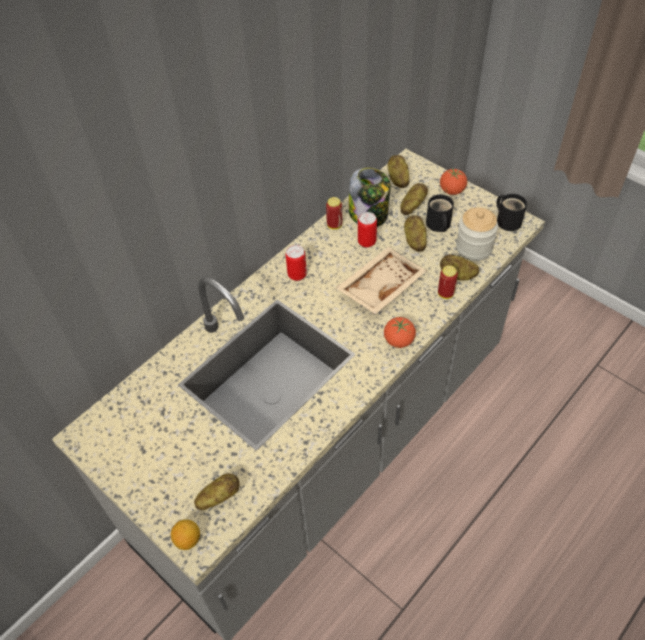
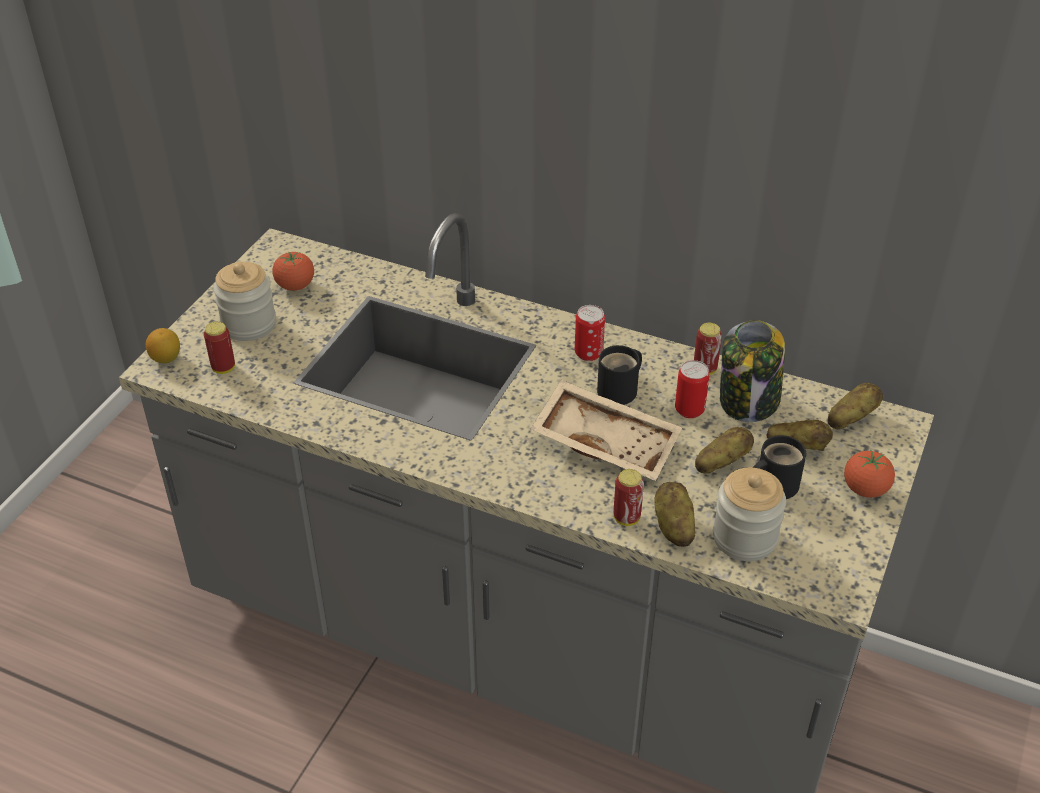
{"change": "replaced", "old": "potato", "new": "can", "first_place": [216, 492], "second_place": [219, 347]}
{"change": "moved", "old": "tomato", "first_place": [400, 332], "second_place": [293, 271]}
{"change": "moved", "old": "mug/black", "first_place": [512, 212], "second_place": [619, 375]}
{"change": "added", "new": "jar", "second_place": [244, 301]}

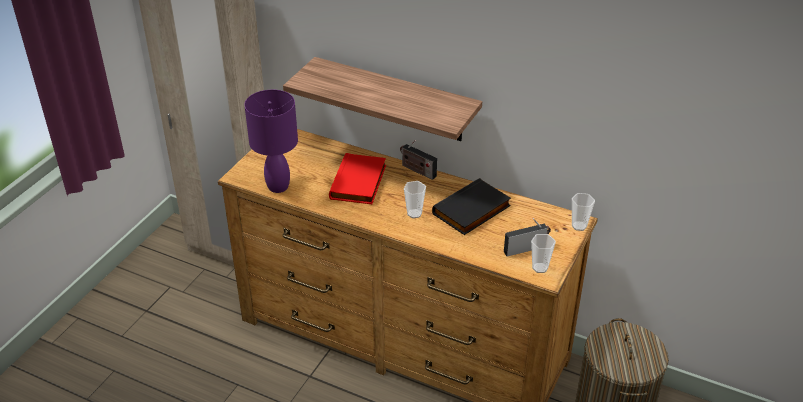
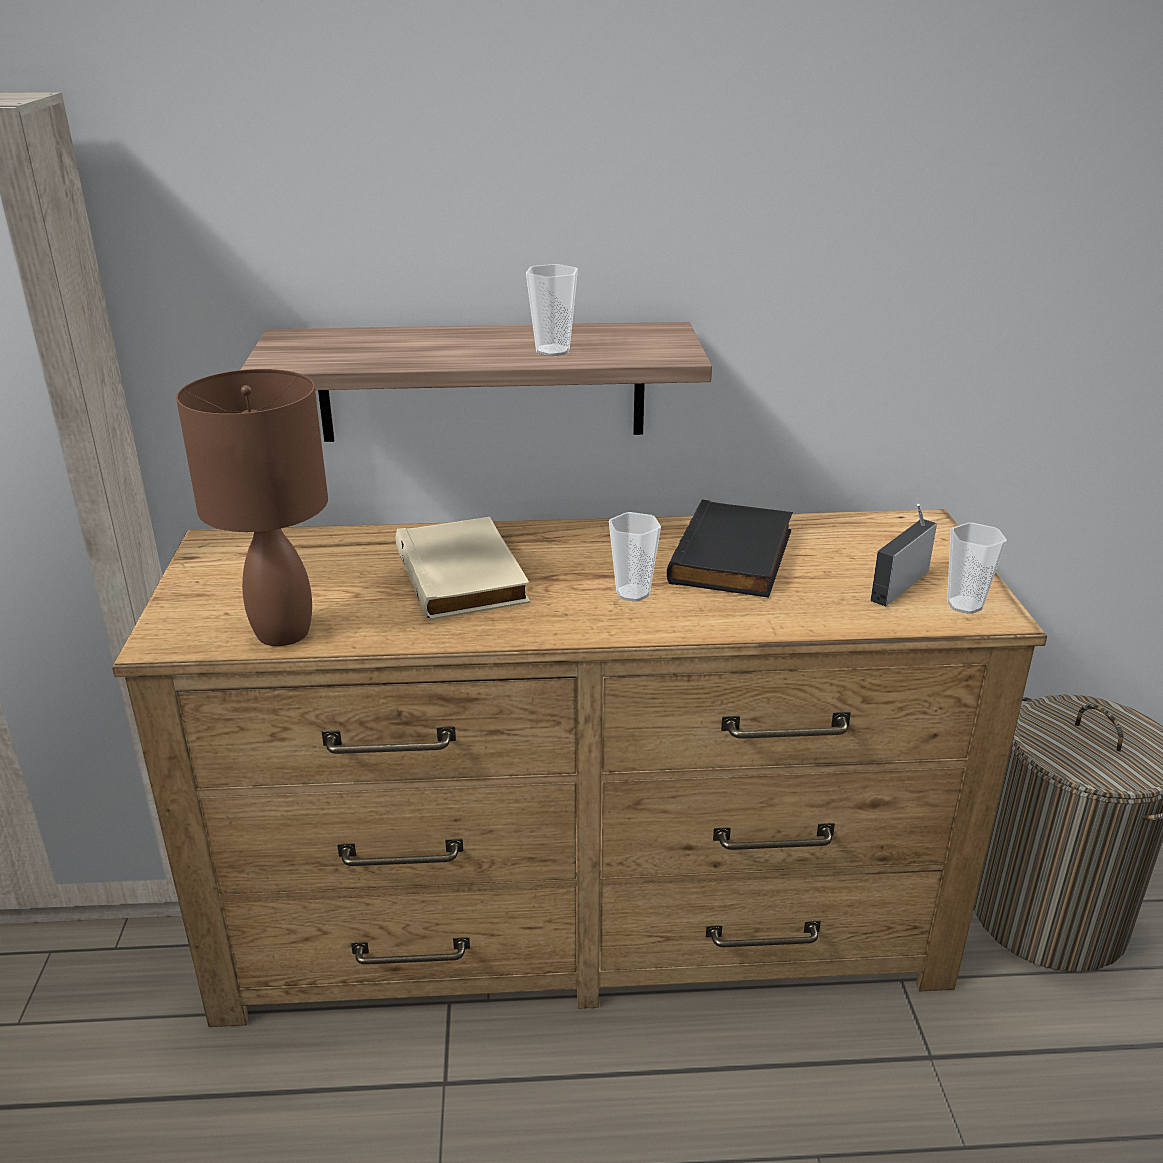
{"change": "recoloured", "old": "table lamp/purple", "new": "table lamp/brown", "first_place": [271, 141], "second_place": [252, 507]}
{"change": "recoloured", "old": "book/red", "new": "book/beige", "first_place": [357, 178], "second_place": [462, 569]}
{"change": "removed", "old": "radio", "first_place": [418, 160]}
{"change": "moved", "old": "cup", "first_place": [583, 212], "second_place": [552, 310]}

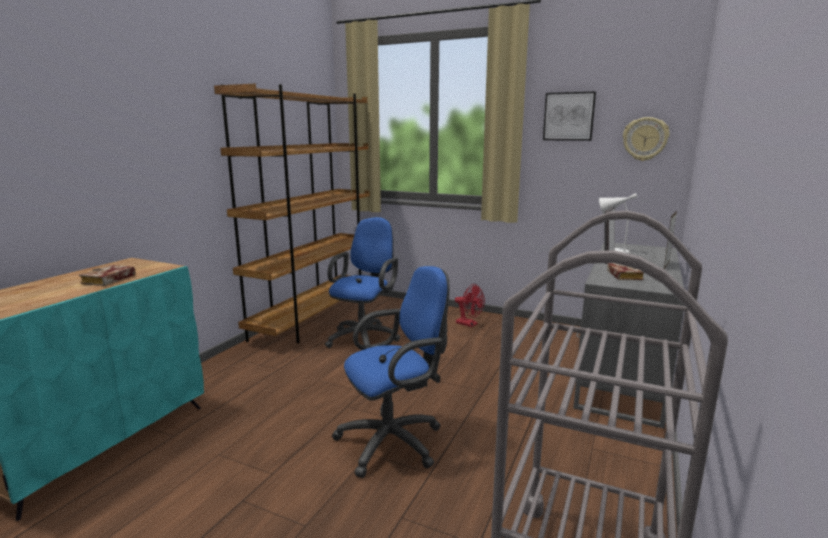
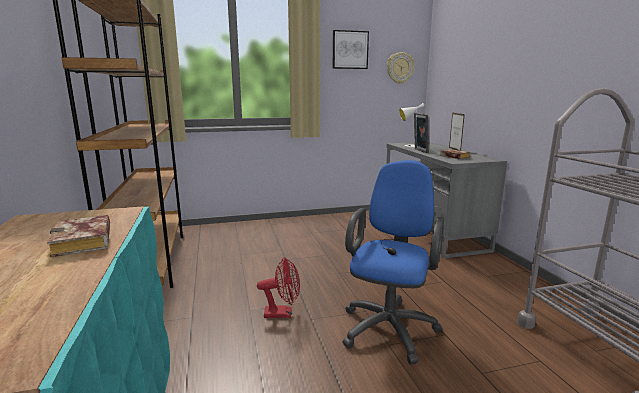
{"change": "removed", "old": "office chair/blue", "first_place": [362, 282]}
{"change": "moved", "old": "fan/red", "first_place": [470, 305], "second_place": [278, 287]}

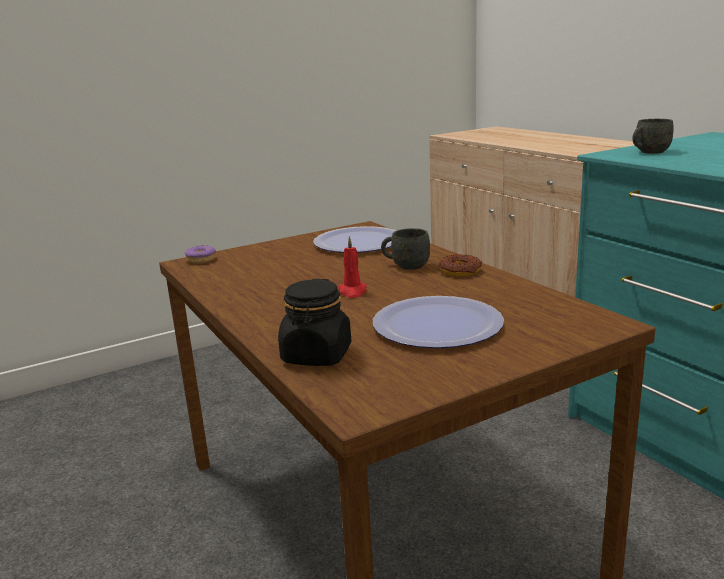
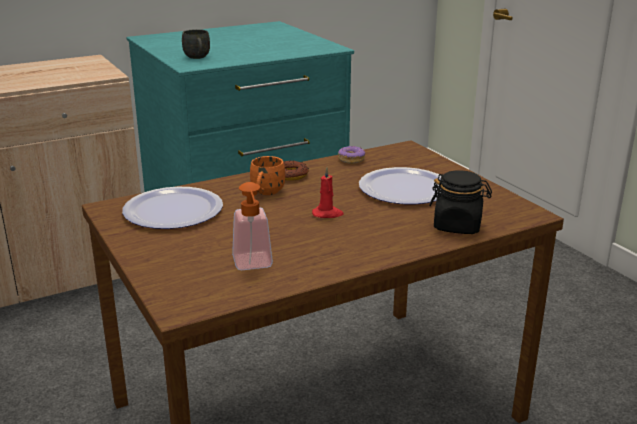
{"change": "moved", "old": "donut", "first_place": [200, 254], "second_place": [351, 155]}
{"change": "recoloured", "old": "mug/grey", "new": "mug/orange", "first_place": [405, 249], "second_place": [267, 175]}
{"change": "added", "new": "soap dispenser", "second_place": [252, 226]}

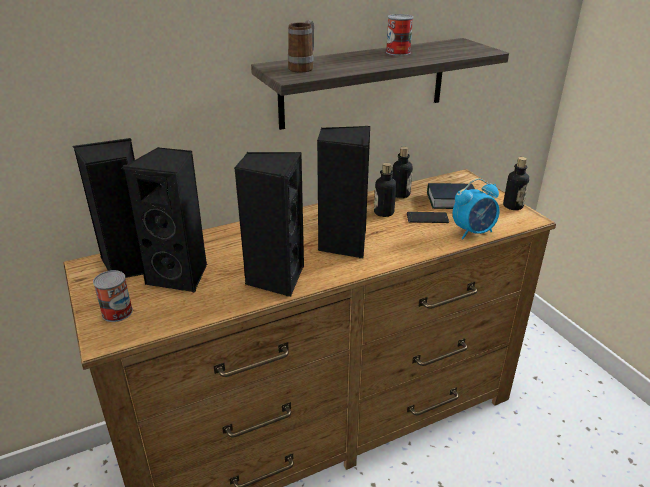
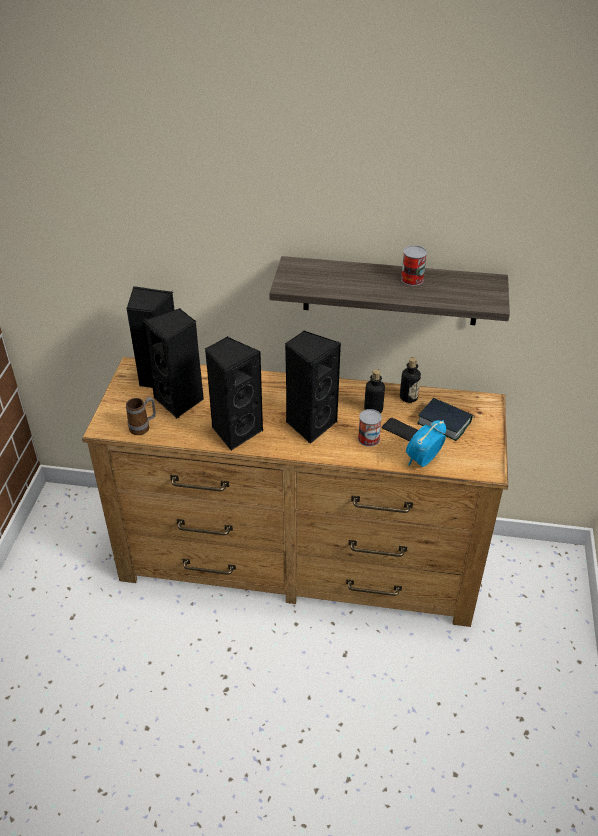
{"change": "moved", "old": "can", "first_place": [113, 296], "second_place": [370, 428]}
{"change": "moved", "old": "mug", "first_place": [301, 46], "second_place": [141, 416]}
{"change": "turned", "old": "alarm clock", "first_place": [476, 208], "second_place": [426, 443], "degrees": 120}
{"change": "removed", "old": "bottle", "first_place": [516, 183]}

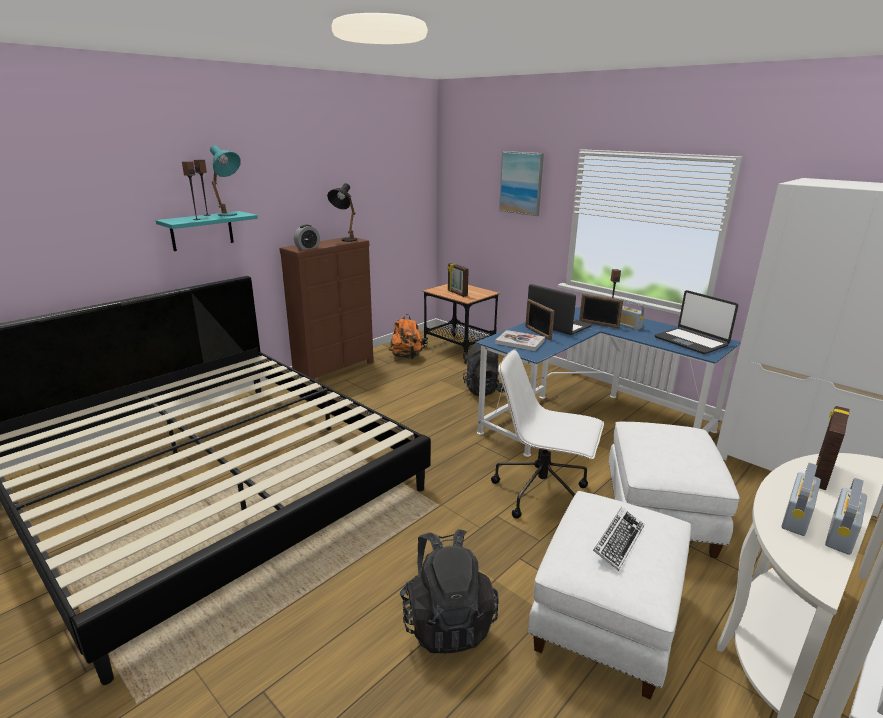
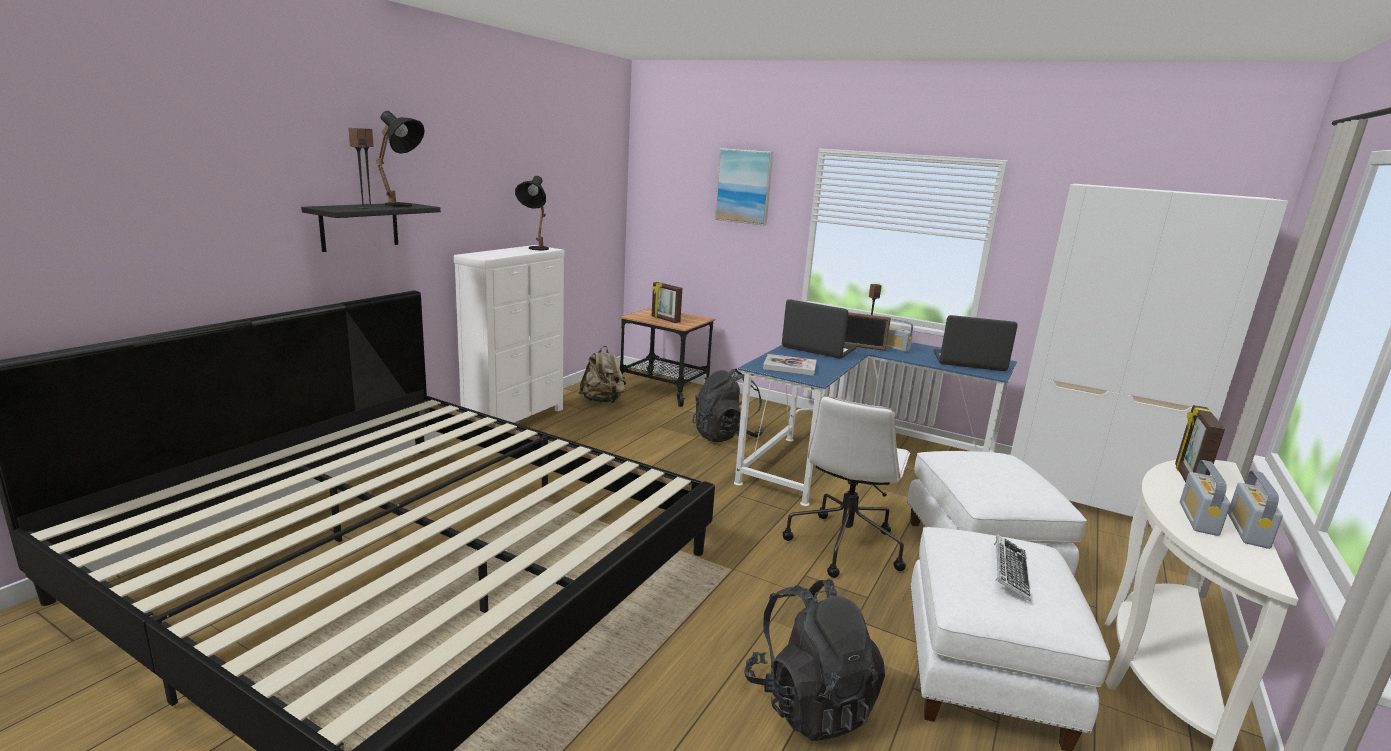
{"change": "recoloured", "old": "shelf/turquoise", "new": "shelf/black", "first_place": [207, 231], "second_place": [371, 227]}
{"change": "recoloured", "old": "table lamp/turquoise", "new": "table lamp/black", "first_place": [225, 180], "second_place": [400, 159]}
{"change": "recoloured", "old": "dresser/brown", "new": "dresser/white", "first_place": [327, 308], "second_place": [509, 334]}
{"change": "removed", "old": "alarm clock", "first_place": [307, 237]}
{"change": "recoloured", "old": "backpack/orange", "new": "backpack/beige", "first_place": [406, 336], "second_place": [602, 374]}
{"change": "turned", "old": "office chair/white", "first_place": [547, 434], "second_place": [846, 487], "degrees": -75}
{"change": "removed", "old": "picture frame", "first_place": [539, 319]}
{"change": "turned", "old": "laptop", "first_place": [696, 322], "second_place": [976, 343], "degrees": 150}

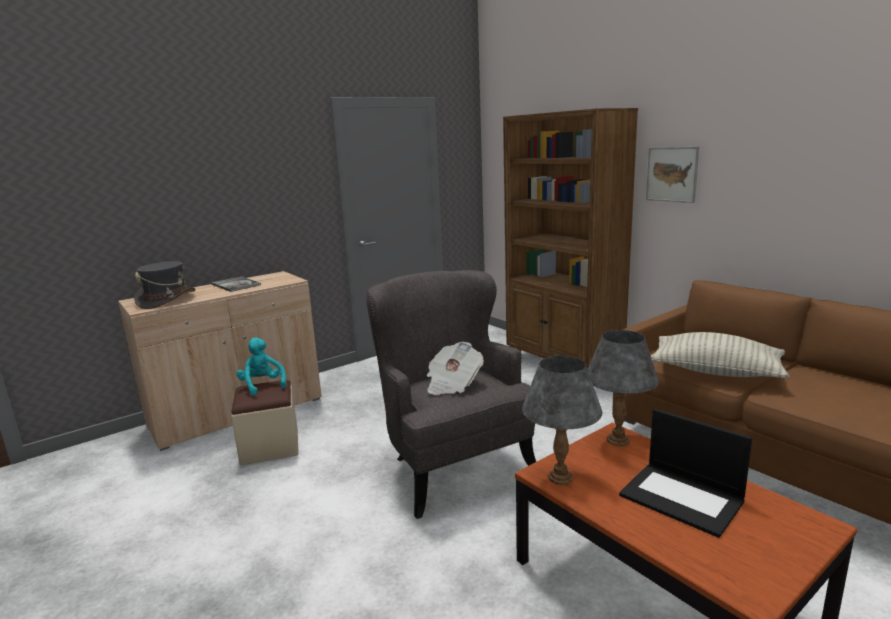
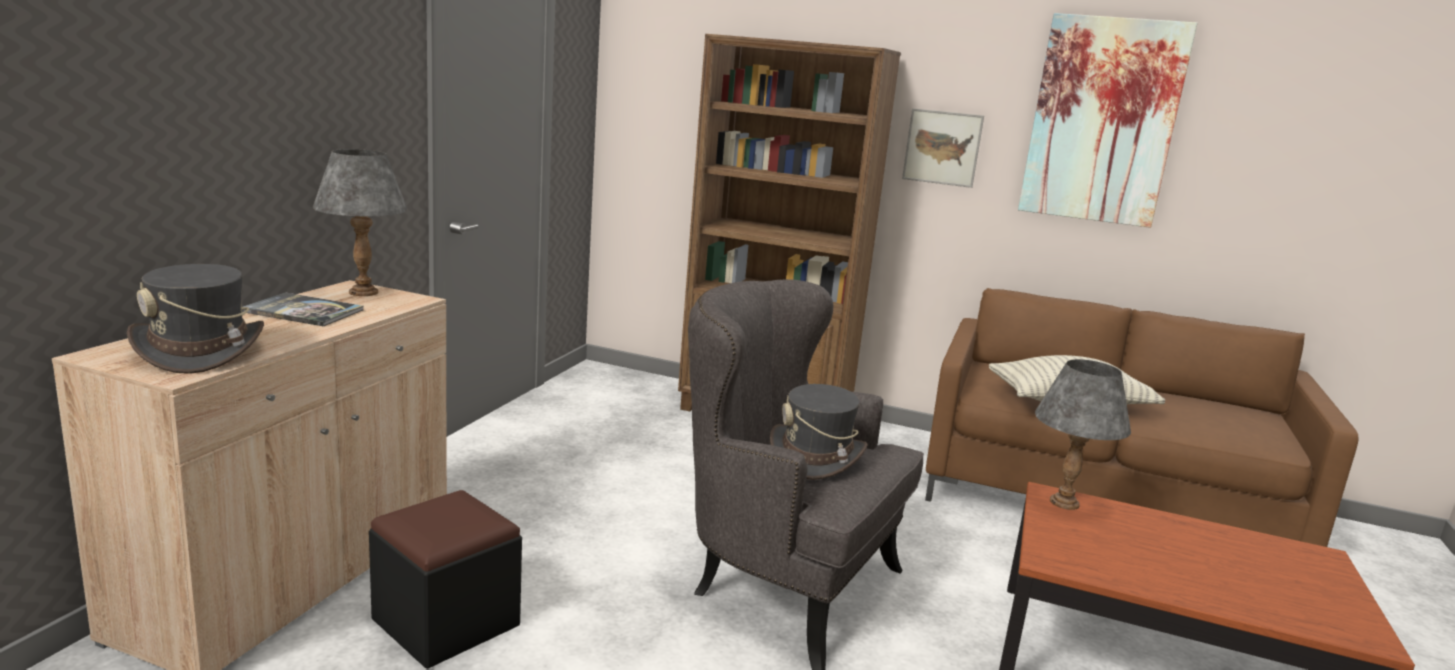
{"change": "recoloured", "old": "ottoman/beige", "new": "ottoman/black", "first_place": [265, 422], "second_place": [445, 579]}
{"change": "removed", "old": "plush toy/turquoise", "first_place": [261, 367]}
{"change": "replaced", "old": "newspaper", "new": "hat/grey", "first_place": [455, 368], "second_place": [819, 432]}
{"change": "moved", "old": "table lamp/grey", "first_place": [562, 420], "second_place": [360, 222]}
{"change": "removed", "old": "laptop", "first_place": [685, 473]}
{"change": "added", "new": "picture", "second_place": [1108, 120]}

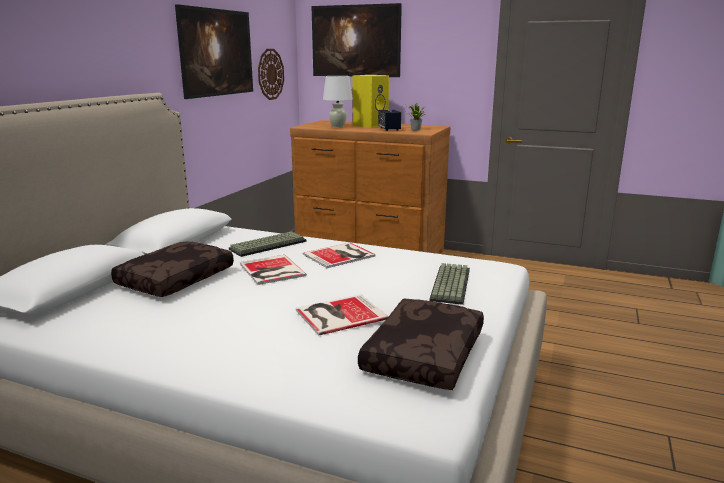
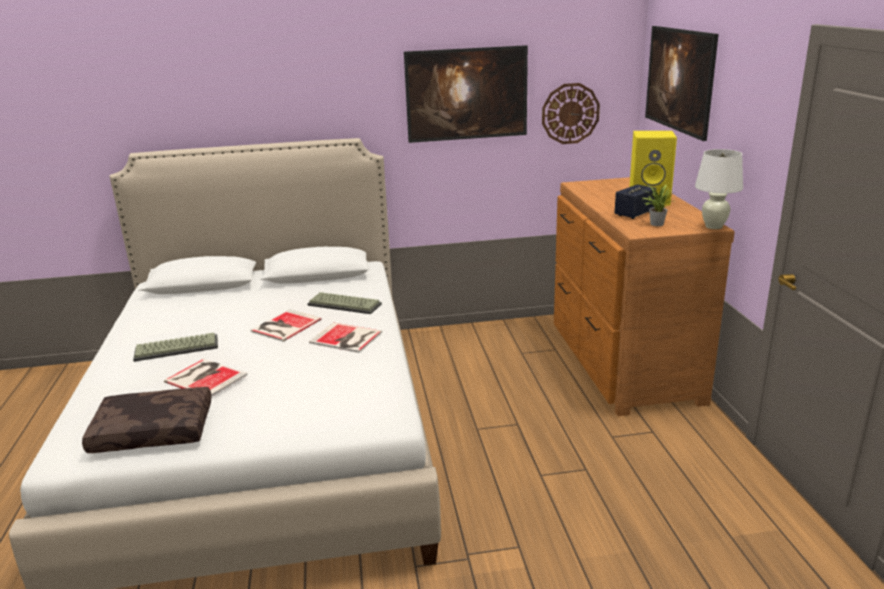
{"change": "removed", "old": "pillow/brown", "first_place": [172, 269]}
{"change": "moved", "old": "table lamp/white", "first_place": [338, 102], "second_place": [719, 189]}
{"change": "moved", "old": "keyboard", "first_place": [449, 284], "second_place": [175, 347]}

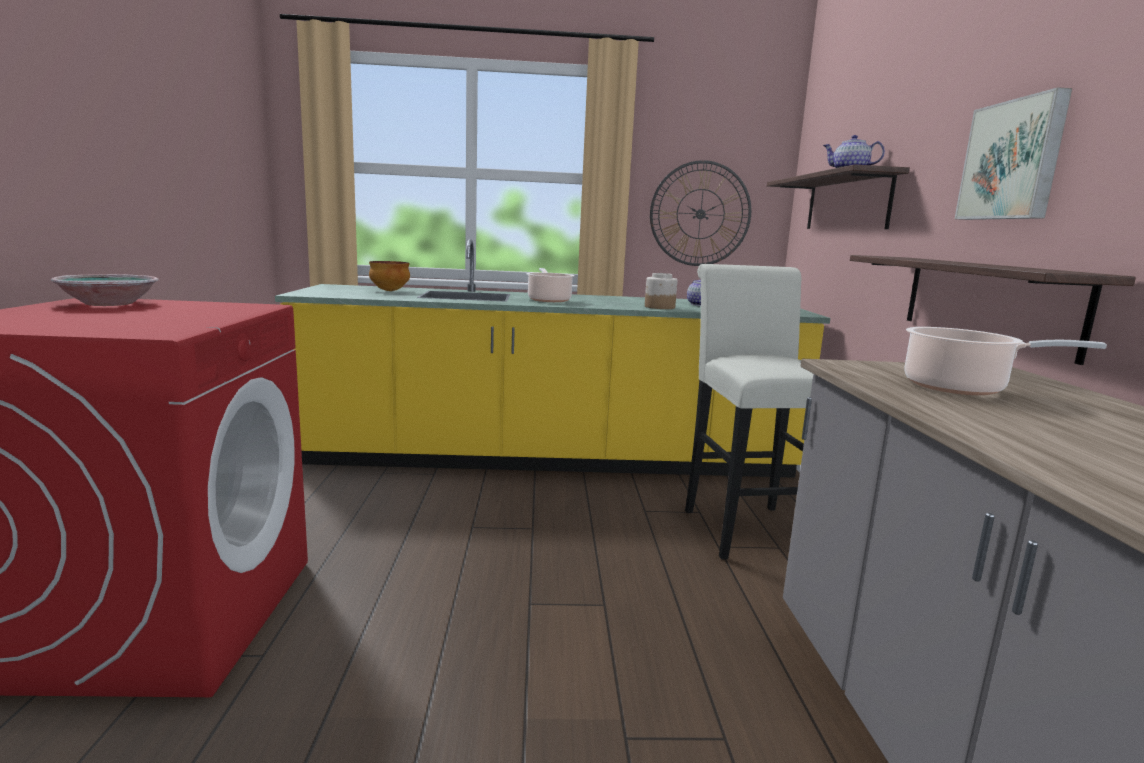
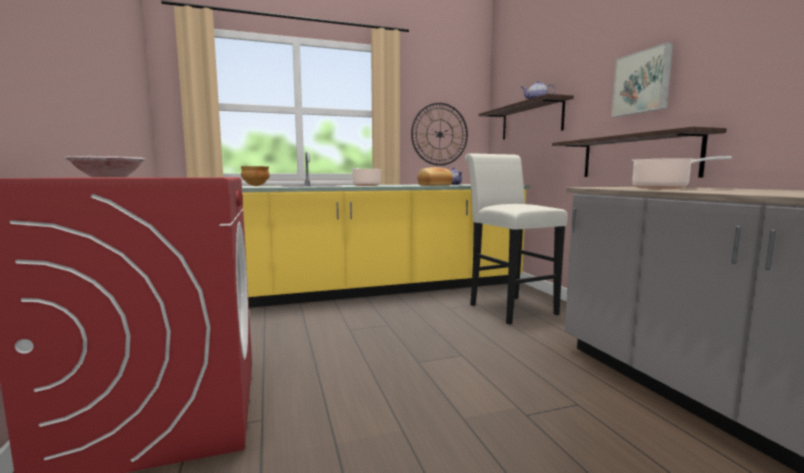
{"change": "replaced", "old": "jar", "new": "bread", "first_place": [661, 291], "second_place": [435, 176]}

